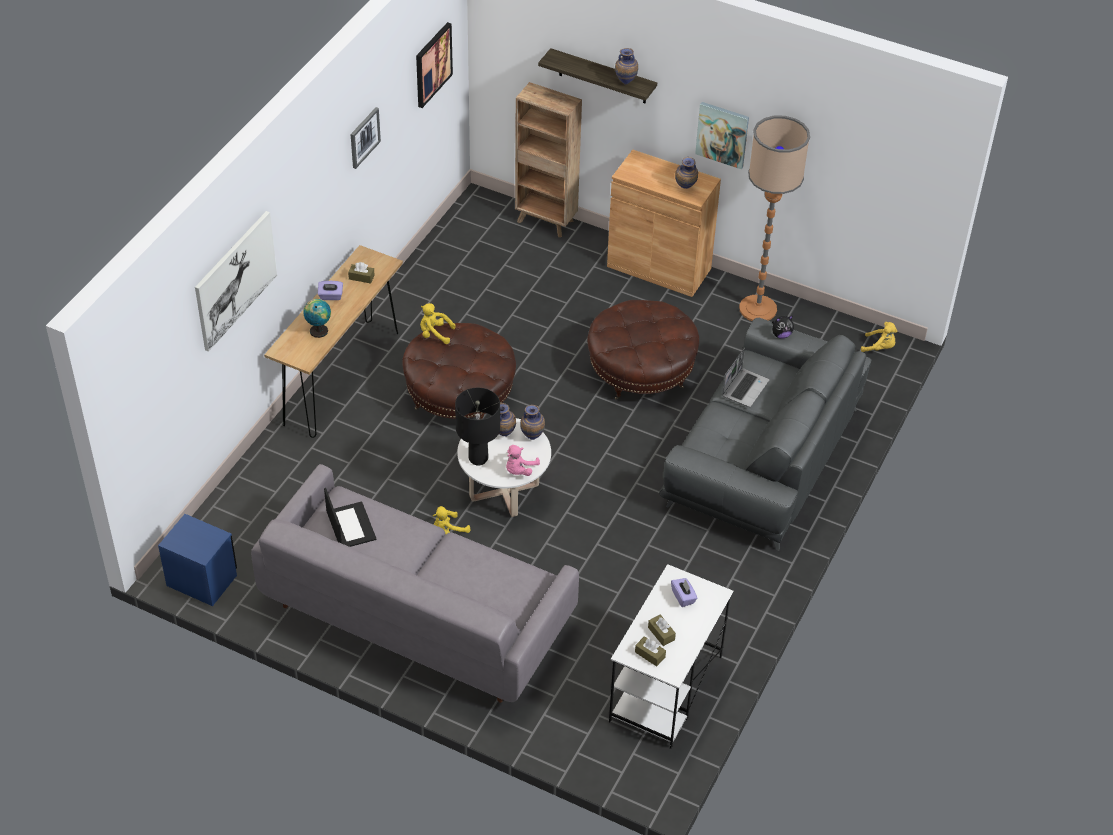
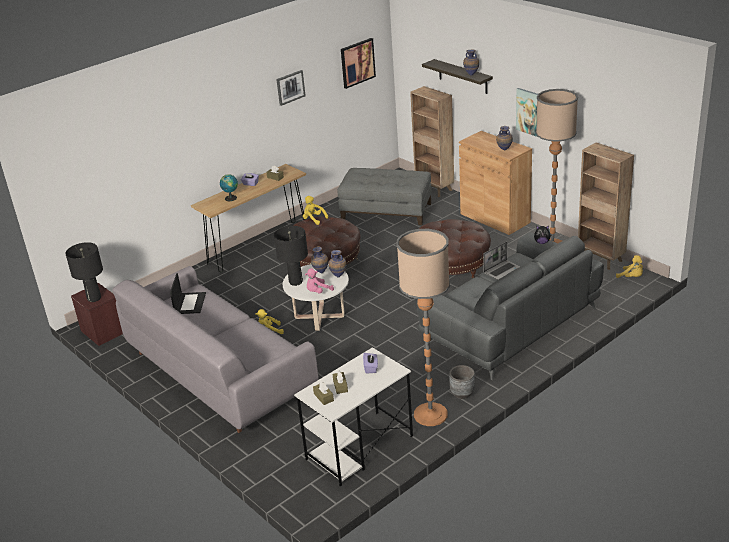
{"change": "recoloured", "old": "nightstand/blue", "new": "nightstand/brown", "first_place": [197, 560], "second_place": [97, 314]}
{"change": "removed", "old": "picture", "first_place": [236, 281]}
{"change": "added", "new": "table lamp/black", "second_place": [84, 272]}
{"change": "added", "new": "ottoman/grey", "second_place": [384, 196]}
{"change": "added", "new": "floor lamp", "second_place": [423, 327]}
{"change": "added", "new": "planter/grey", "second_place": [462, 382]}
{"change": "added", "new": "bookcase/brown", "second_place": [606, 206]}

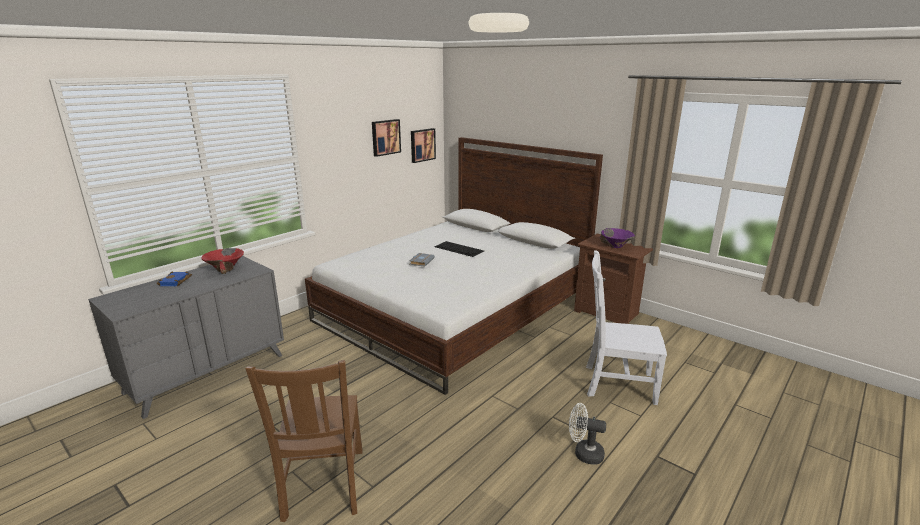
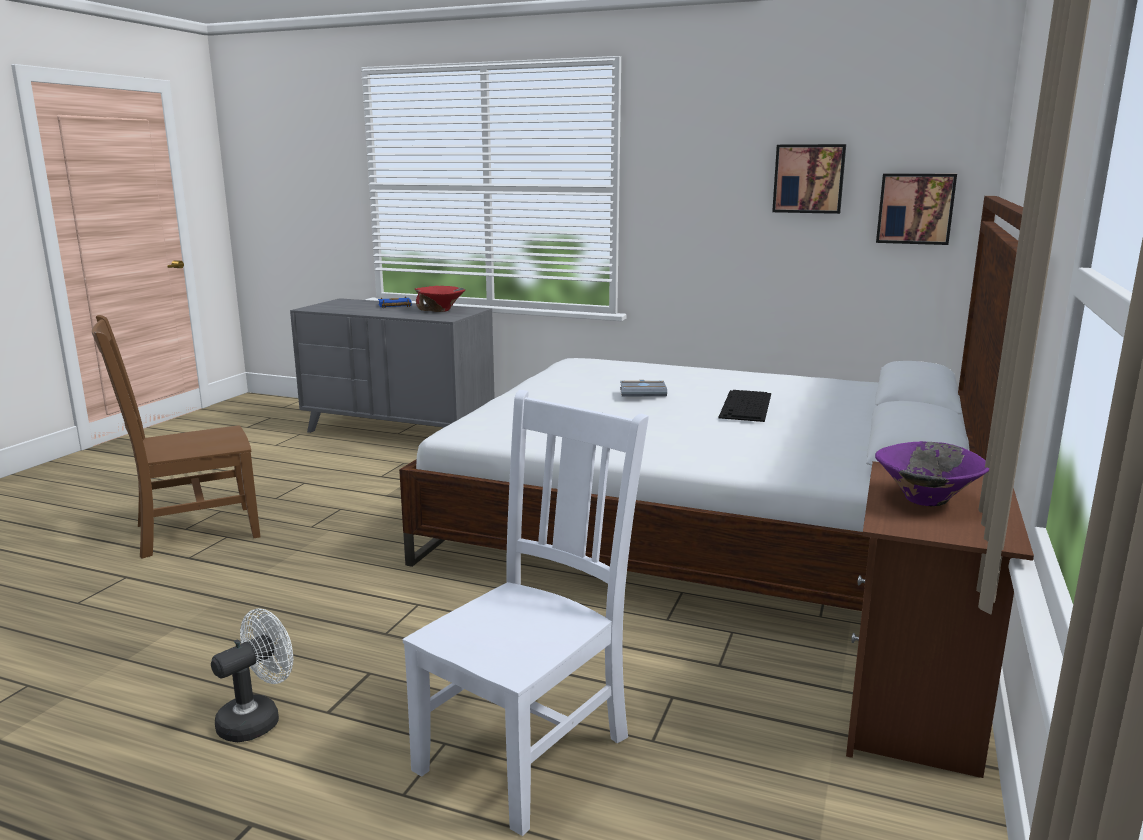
{"change": "turned", "old": "fan/white", "first_place": [587, 433], "second_place": [252, 675], "degrees": 45}
{"change": "turned", "old": "chair/white", "first_place": [626, 327], "second_place": [526, 613], "degrees": 45}

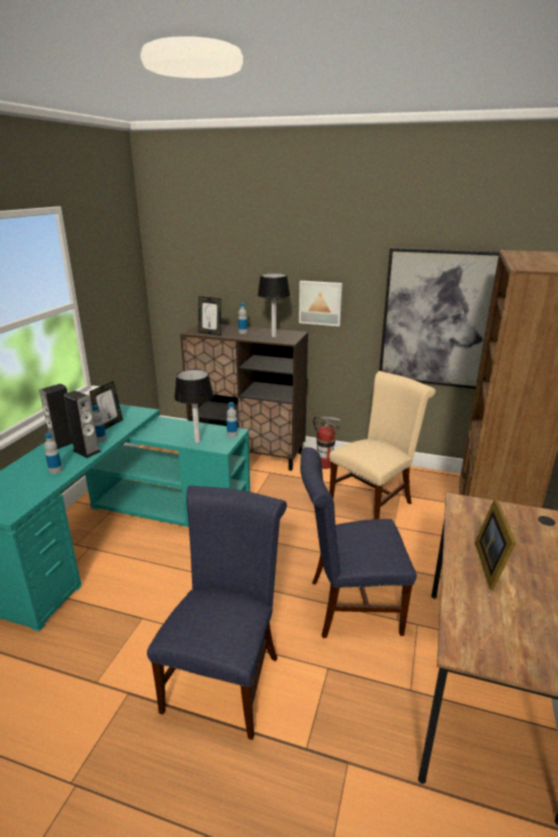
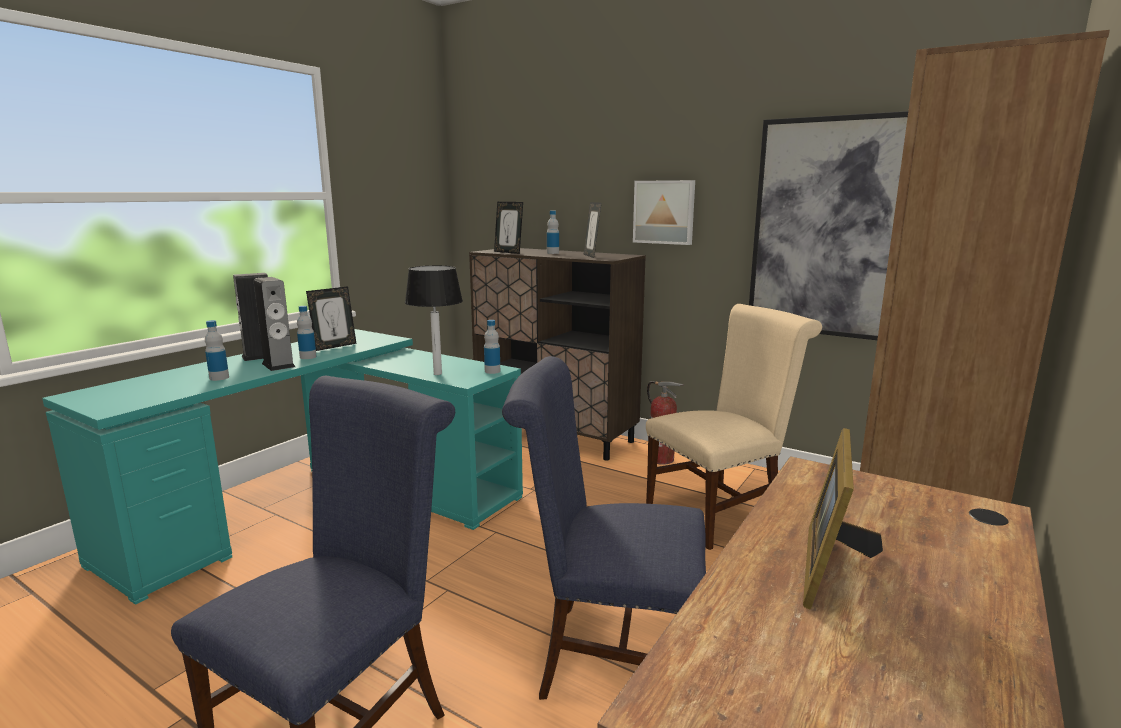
{"change": "replaced", "old": "table lamp", "new": "picture frame", "first_place": [273, 305], "second_place": [592, 230]}

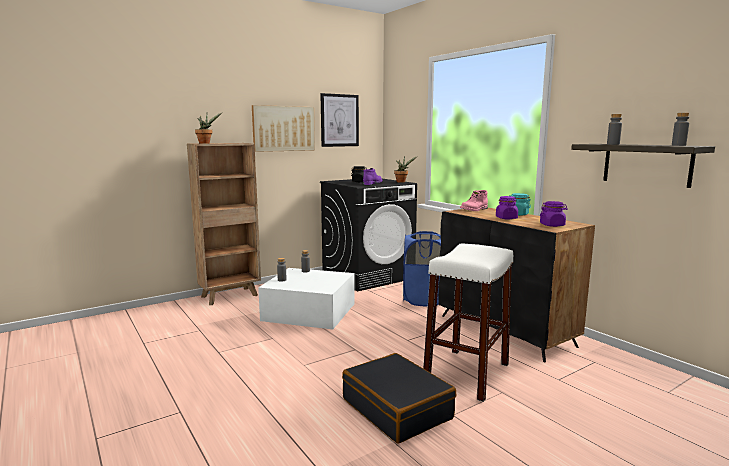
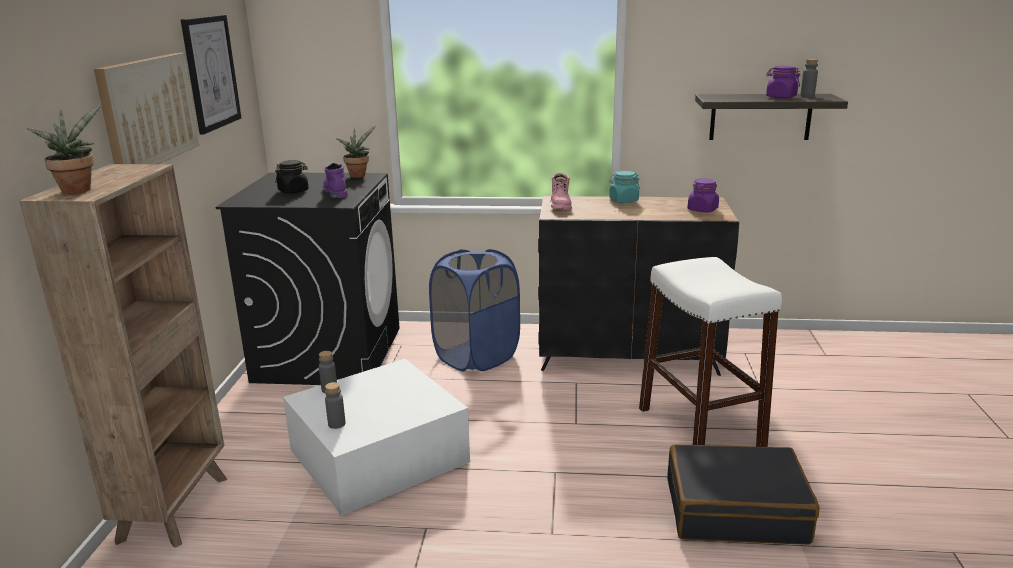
{"change": "moved", "old": "jar/purple", "first_place": [507, 207], "second_place": [783, 82]}
{"change": "removed", "old": "bottle/grey", "first_place": [614, 129]}

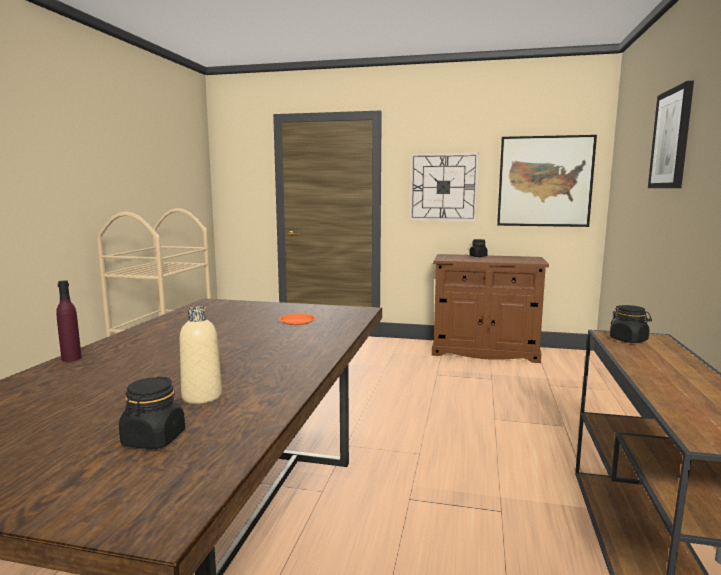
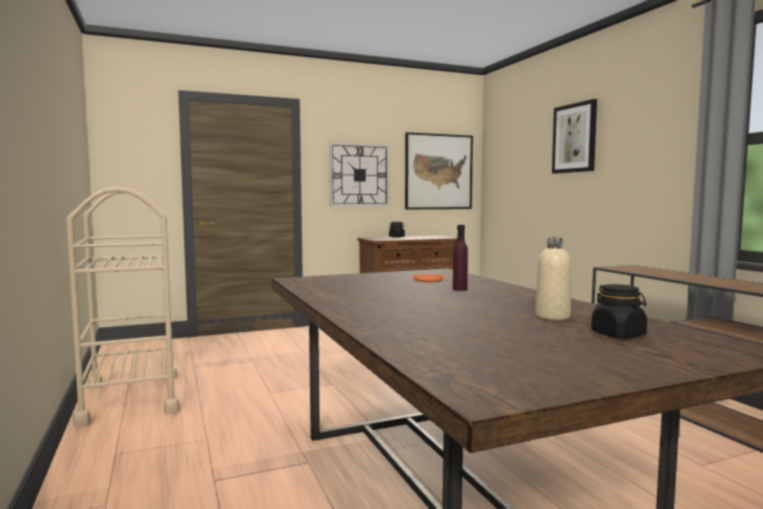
{"change": "moved", "old": "bottle/purple", "first_place": [69, 321], "second_place": [460, 258]}
{"change": "removed", "old": "jar/black", "first_place": [631, 324]}

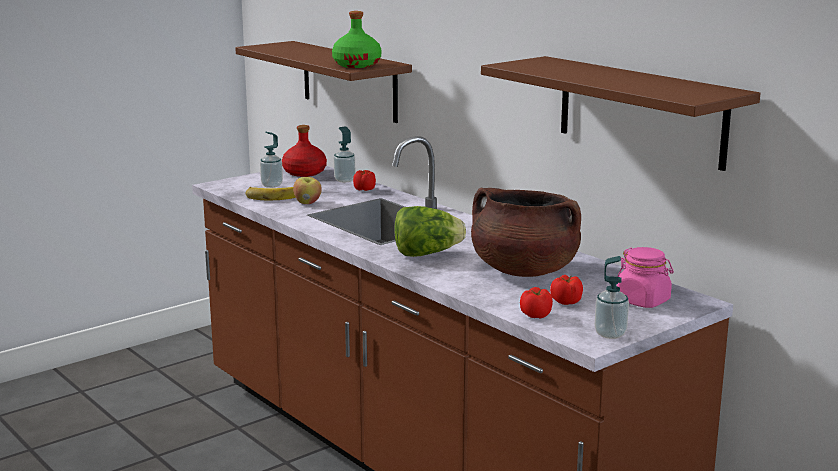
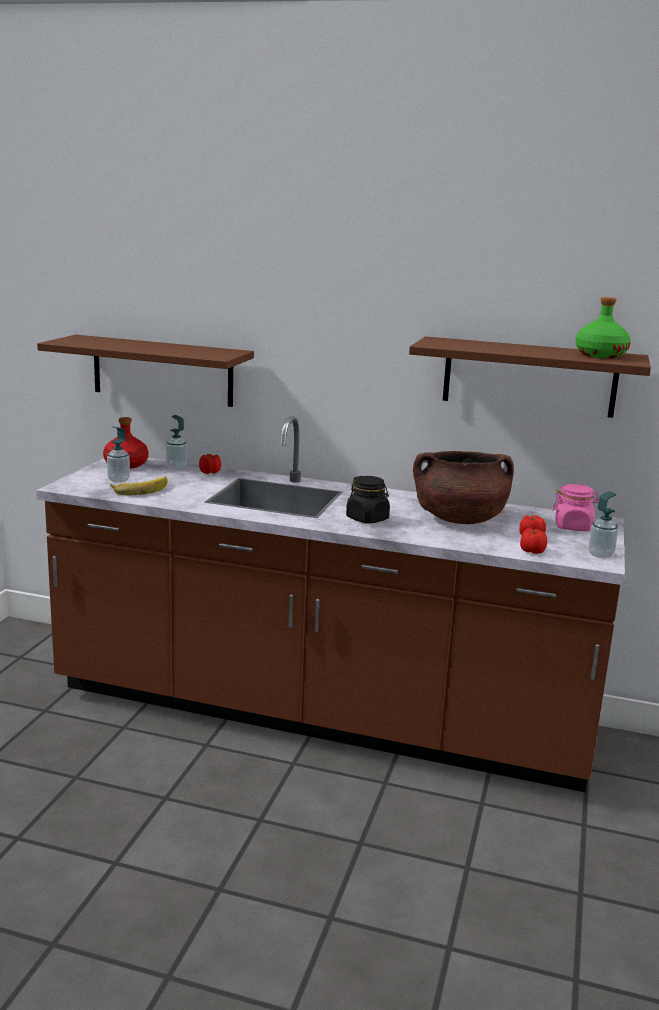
{"change": "removed", "old": "apple", "first_place": [307, 190]}
{"change": "moved", "old": "bottle/green", "first_place": [356, 39], "second_place": [603, 327]}
{"change": "replaced", "old": "lettuce", "new": "jar/black", "first_place": [430, 231], "second_place": [368, 500]}

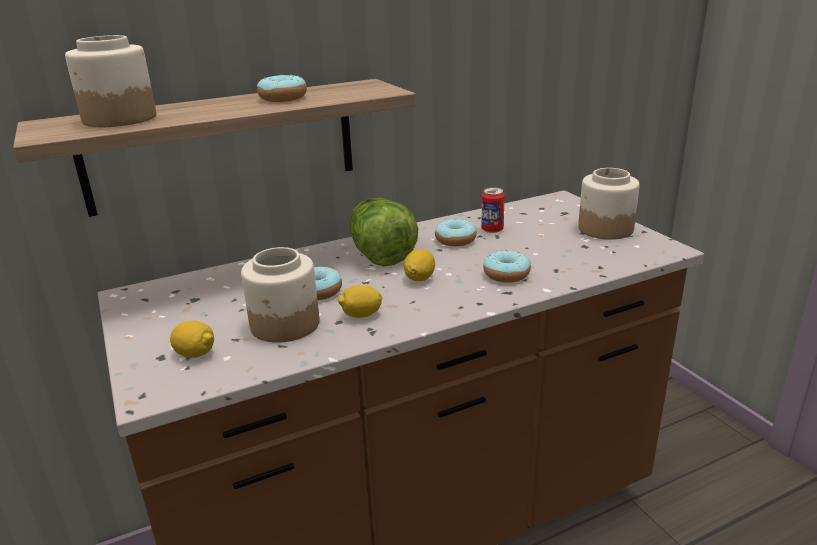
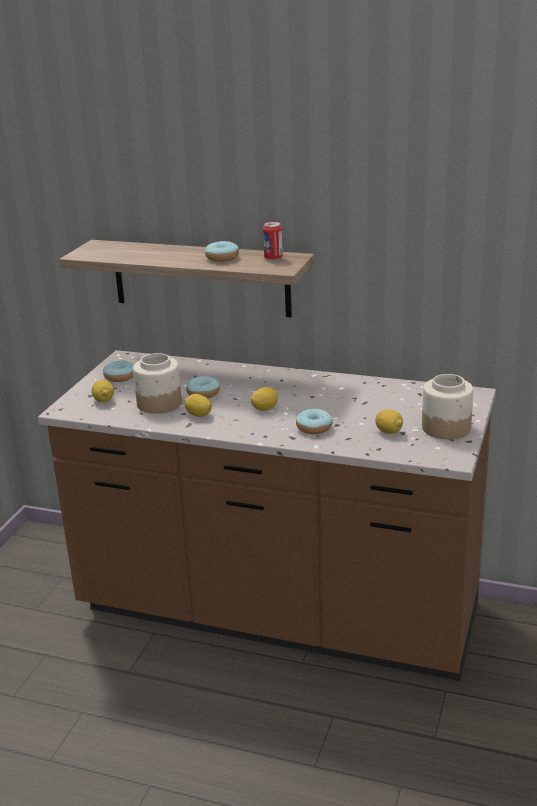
{"change": "removed", "old": "jar", "first_place": [110, 81]}
{"change": "removed", "old": "lettuce", "first_place": [384, 232]}
{"change": "moved", "old": "donut", "first_place": [456, 232], "second_place": [118, 371]}
{"change": "moved", "old": "can", "first_place": [493, 210], "second_place": [273, 241]}
{"change": "added", "new": "lemon", "second_place": [389, 421]}

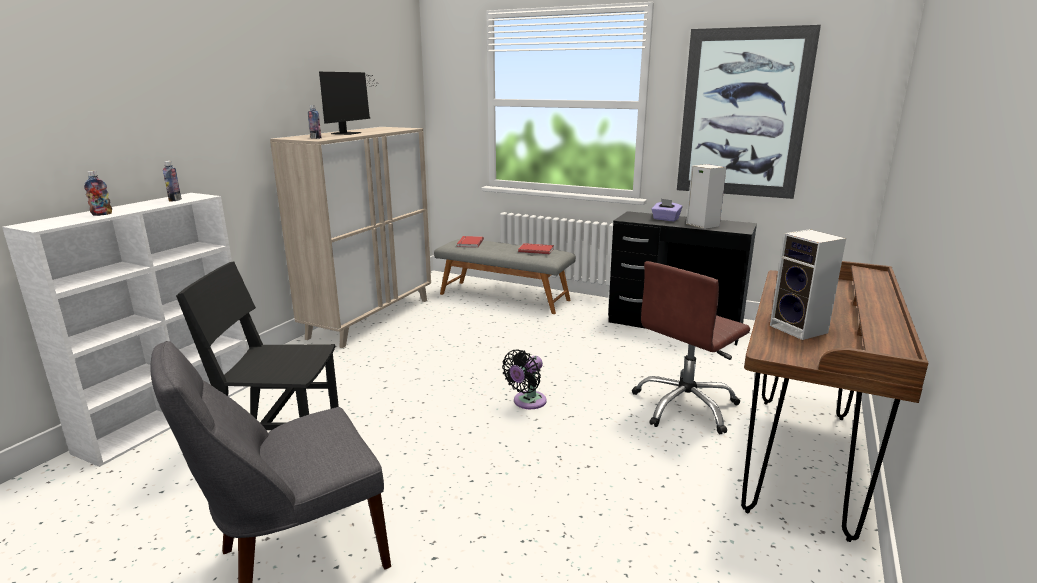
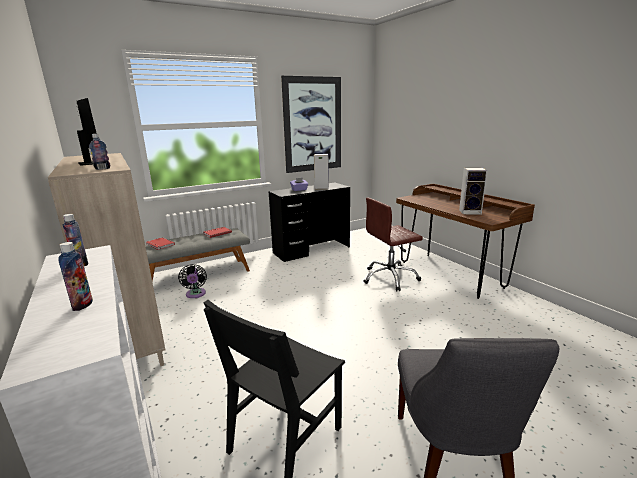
{"change": "moved", "old": "fan/black", "first_place": [524, 379], "second_place": [192, 281]}
{"change": "turned", "old": "office chair/brown", "first_place": [691, 347], "second_place": [393, 244], "degrees": 75}

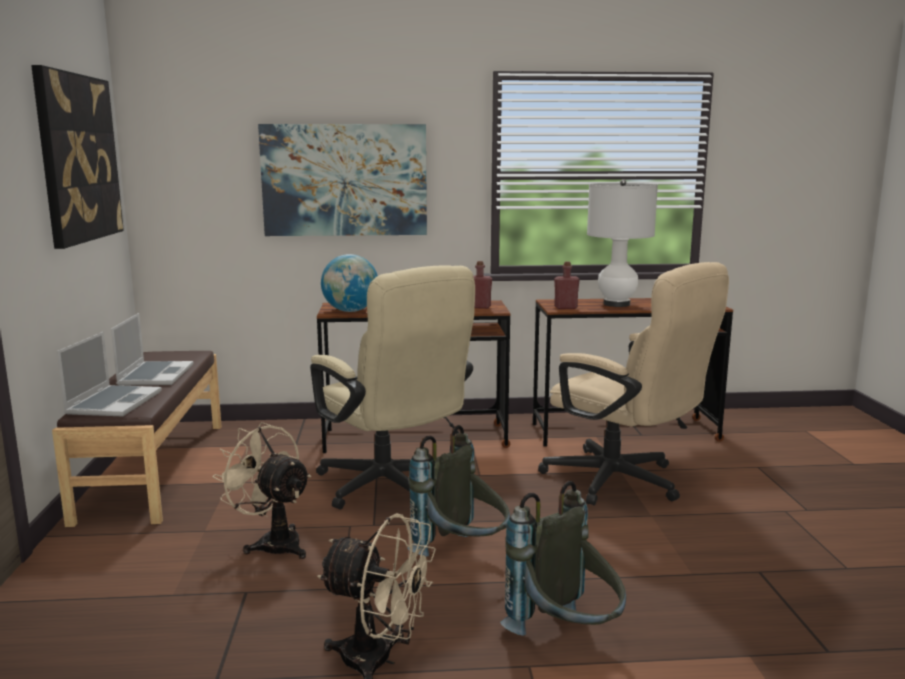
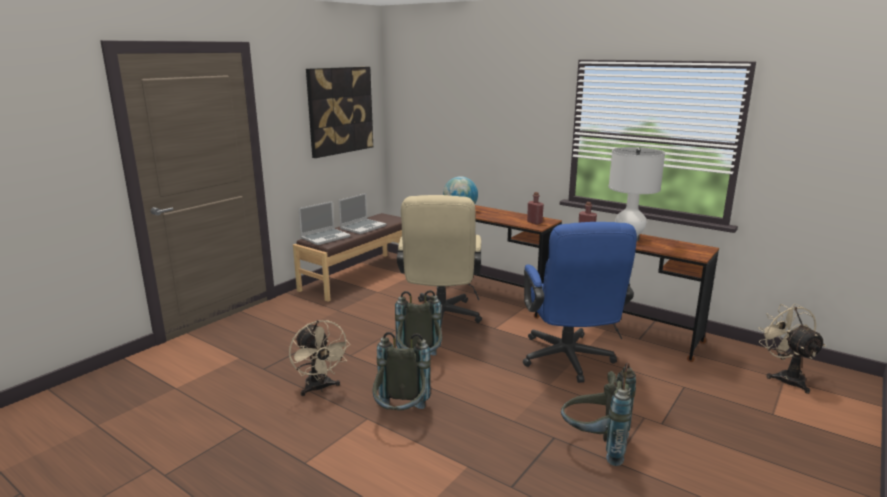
{"change": "moved", "old": "fan/beige", "first_place": [262, 490], "second_place": [792, 349]}
{"change": "removed", "old": "picture", "first_place": [342, 180]}
{"change": "recoloured", "old": "office chair/beige", "new": "office chair/blue", "first_place": [633, 384], "second_place": [580, 302]}
{"change": "added", "new": "backpack/grey", "second_place": [598, 414]}

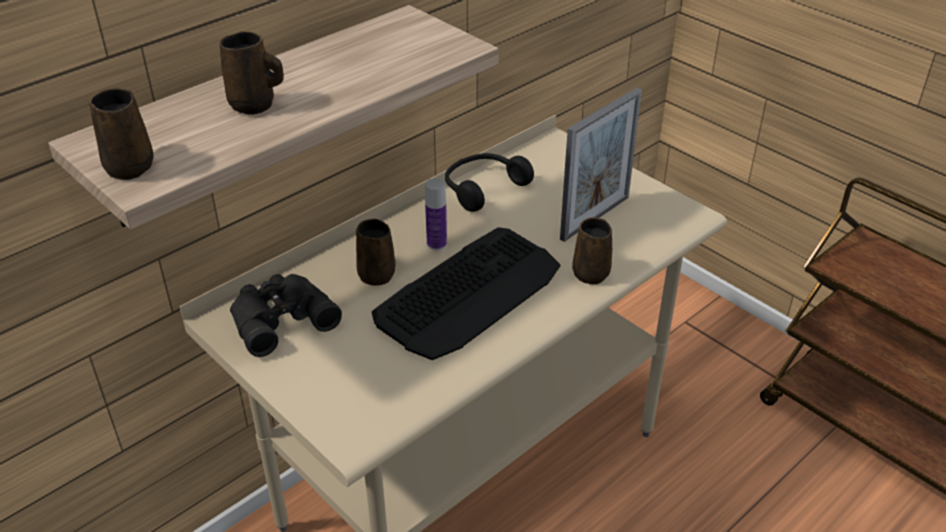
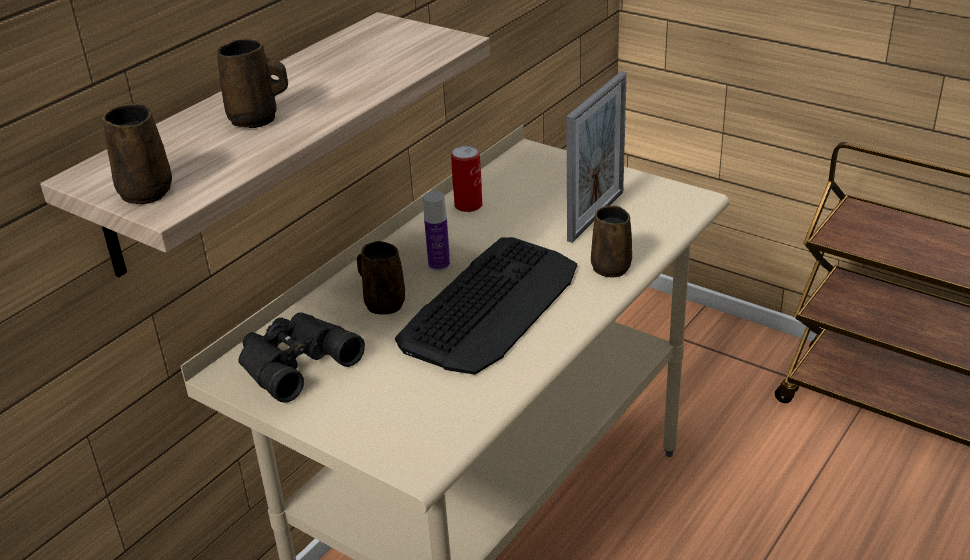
{"change": "replaced", "old": "headphones/black", "new": "can", "first_place": [489, 182], "second_place": [466, 179]}

